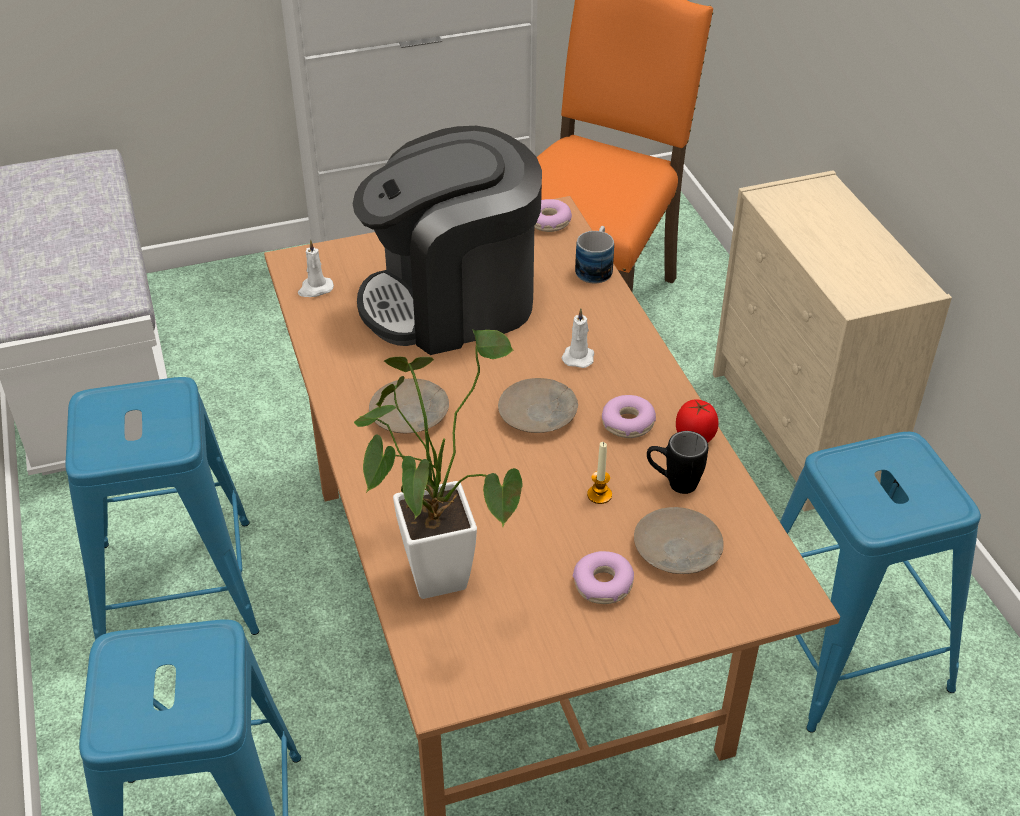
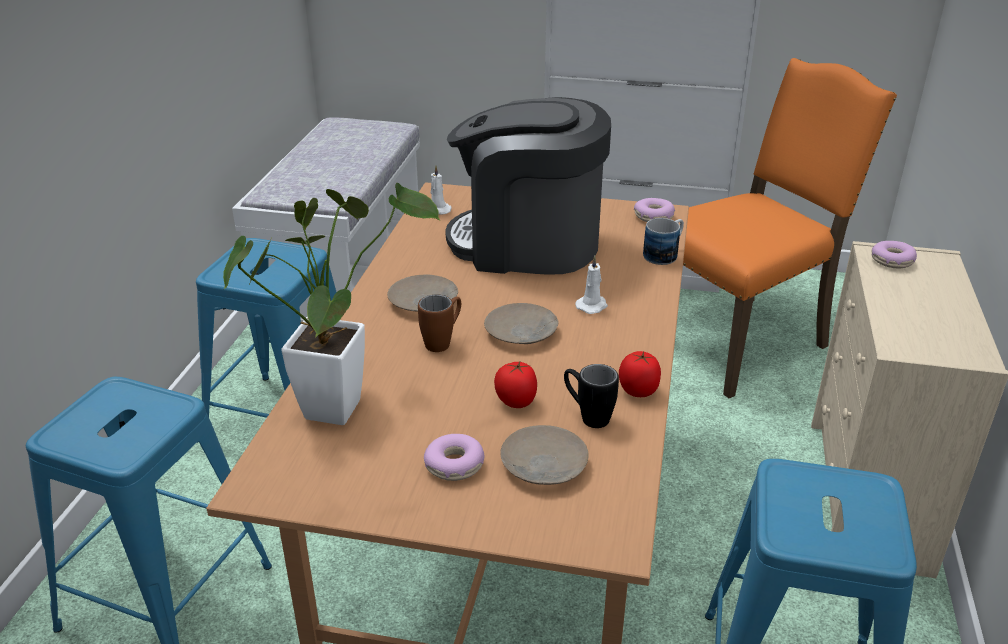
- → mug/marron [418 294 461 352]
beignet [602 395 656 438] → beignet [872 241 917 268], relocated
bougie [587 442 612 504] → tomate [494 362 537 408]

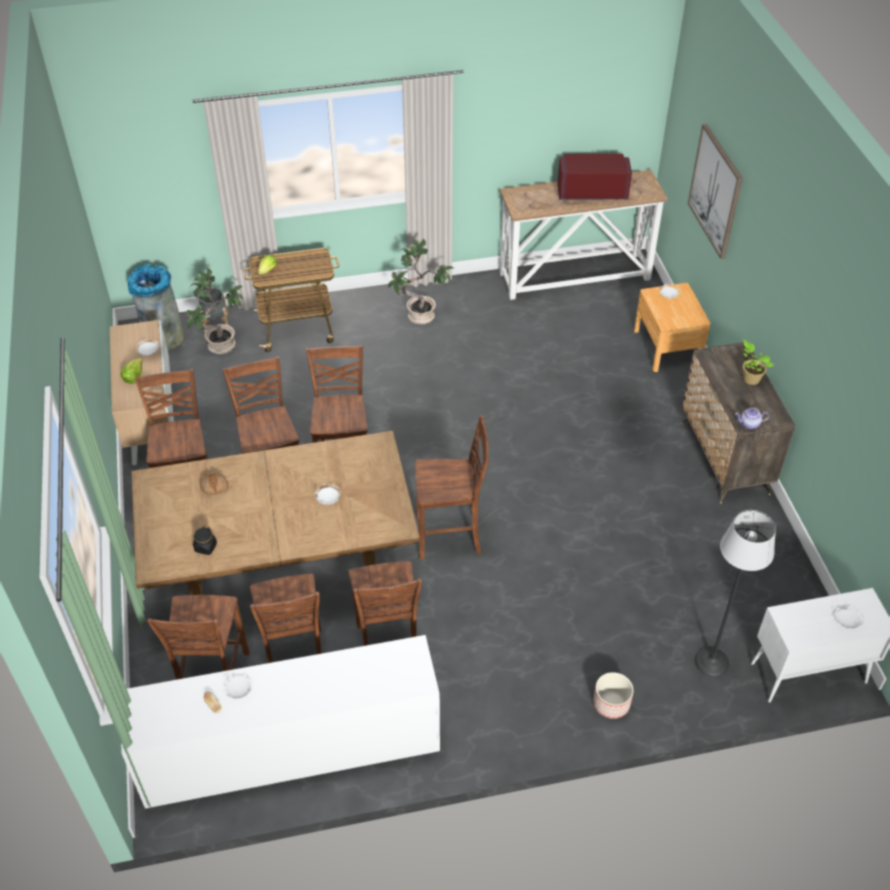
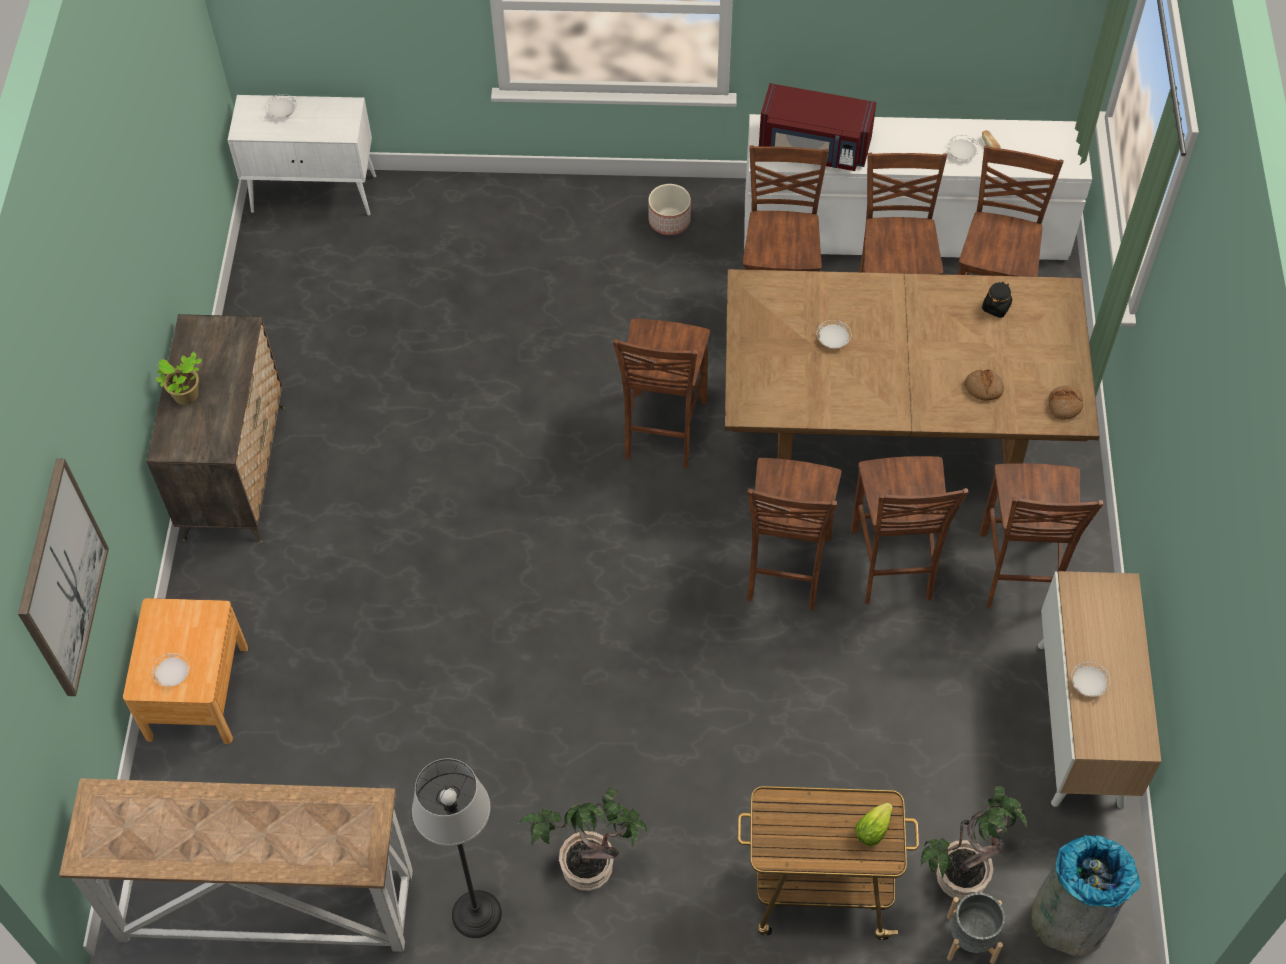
laitue [120 358 142 384] → -
théière [735 408 769 429] → -
- → pain [1048 385 1083 420]
micro-ondes/rouge [557 154 632 200] → micro-ondes/rouge [759 83 876 171], relocated
cache-pot [593 672 634 719] → cache-pot [648 184 691 235], relocated
lampadaire [695 510 776 677] → lampadaire [412 758 502 938], relocated
chaise/marron [415 416 489 560] → chaise/marron [613 319 710 468], 90 degrees counterclockwise

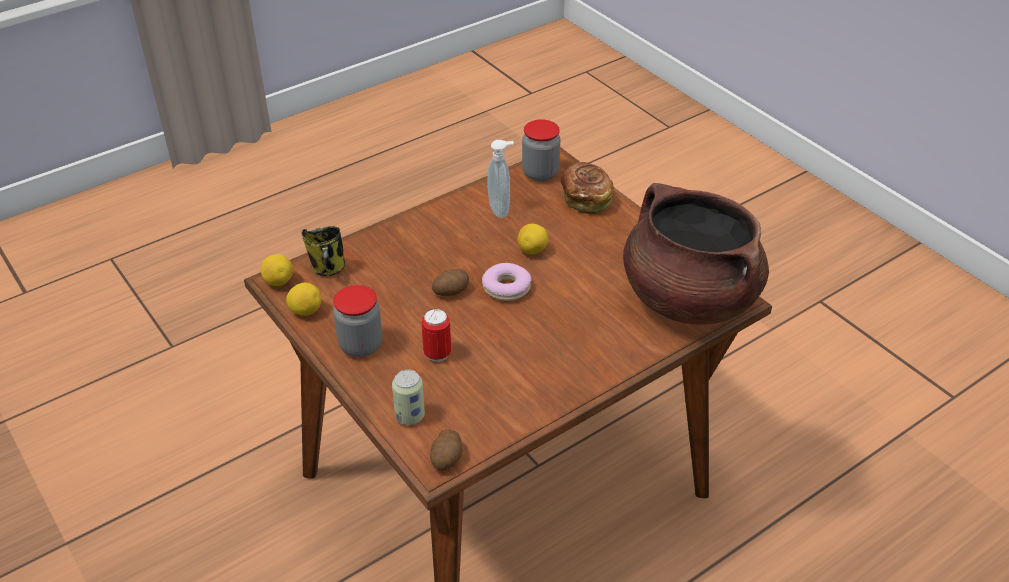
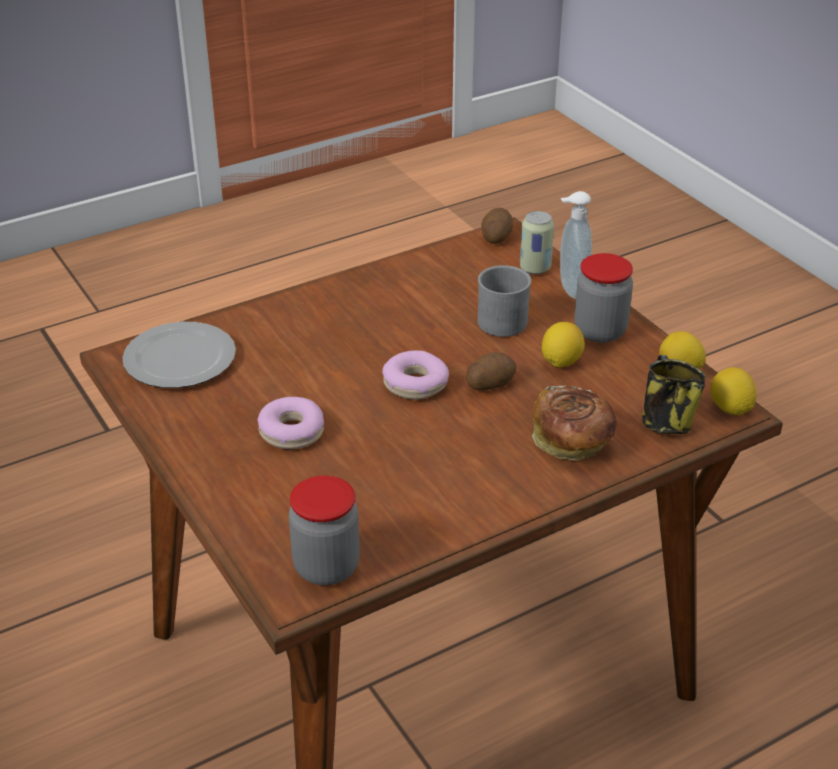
- → beignet [258 397 324 449]
distributeur de savon [487 140 514 218] → distributeur de savon [560 191 592 299], relocated
citron [517 224 548 254] → citron [542 322 585 368], relocated
pain [560 162 614 214] → pain [532 385 617 461], relocated
boîte métallique [421 308 451 362] → mug/gris [478 265 531 337]
marmite/marron [623 183 769 325] → assiette [122 322 236 388]

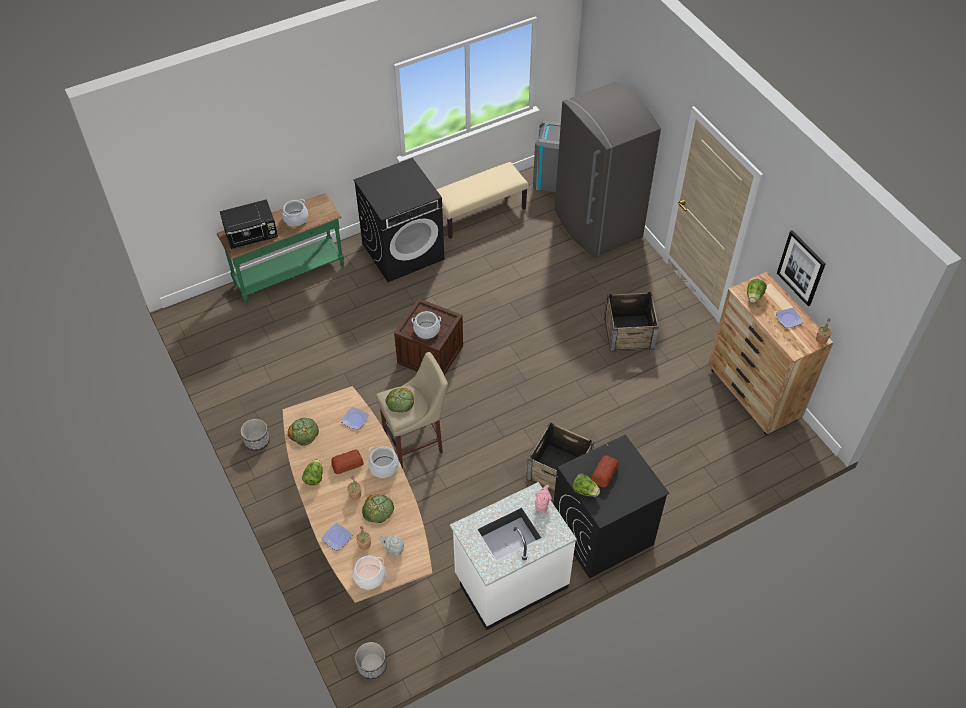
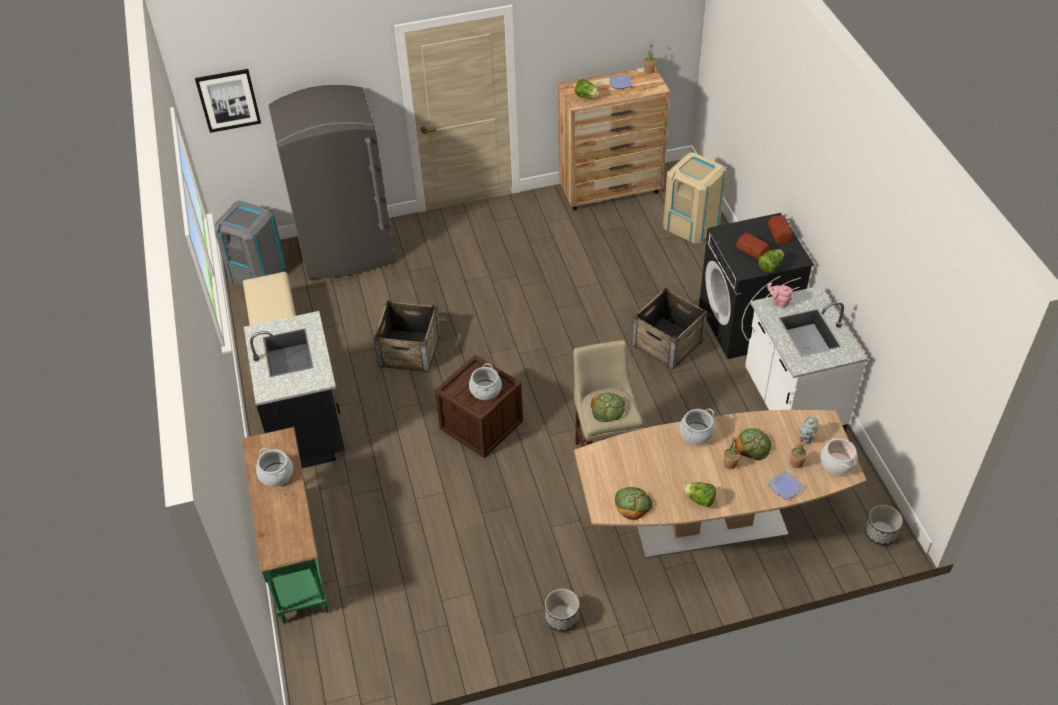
micro-ondes/noir [220 199 278 249] → -
assiette [341 407 369 430] → -
- → poubelle/beige [663 152 726 244]
pain [331 450 364 474] → pain [768 215 793 244], relocated
caisse [604 292 659 352] → caisse [373 300 440 372], relocated
tableau [777 230 826 306] → tableau [195 69 261 133], relocated
lave-linge/noir [354 158 444 282] → comptoir de cuisine/noir [244 311 345 468]

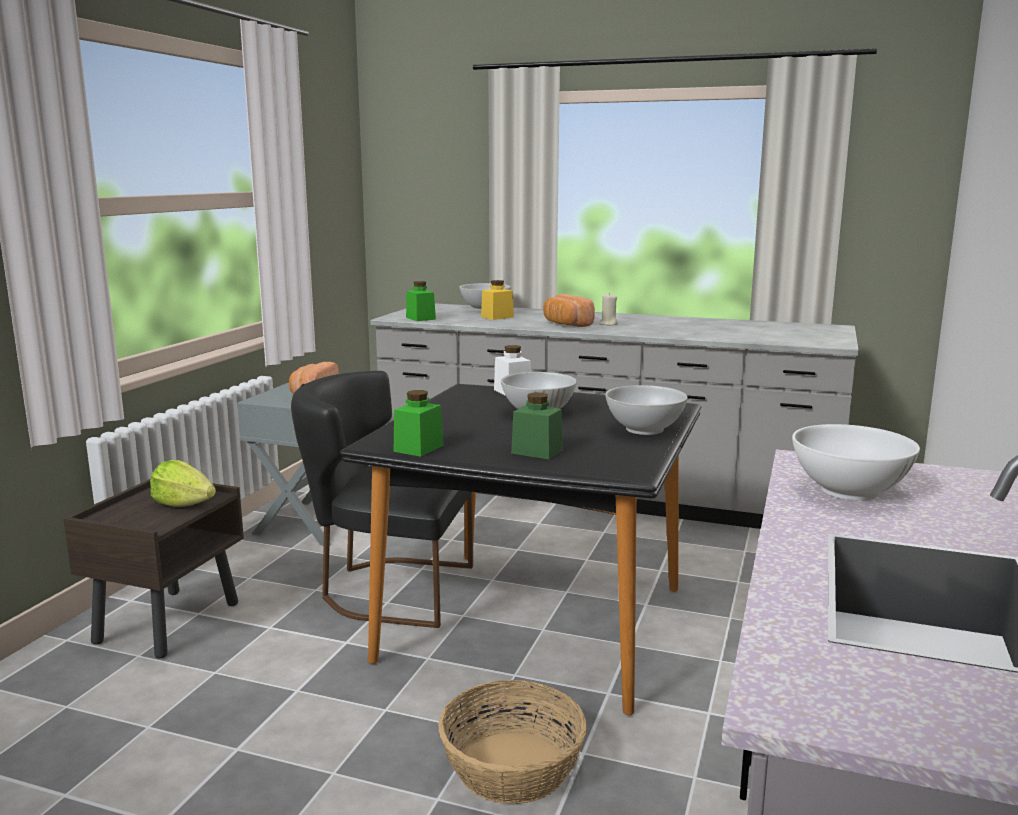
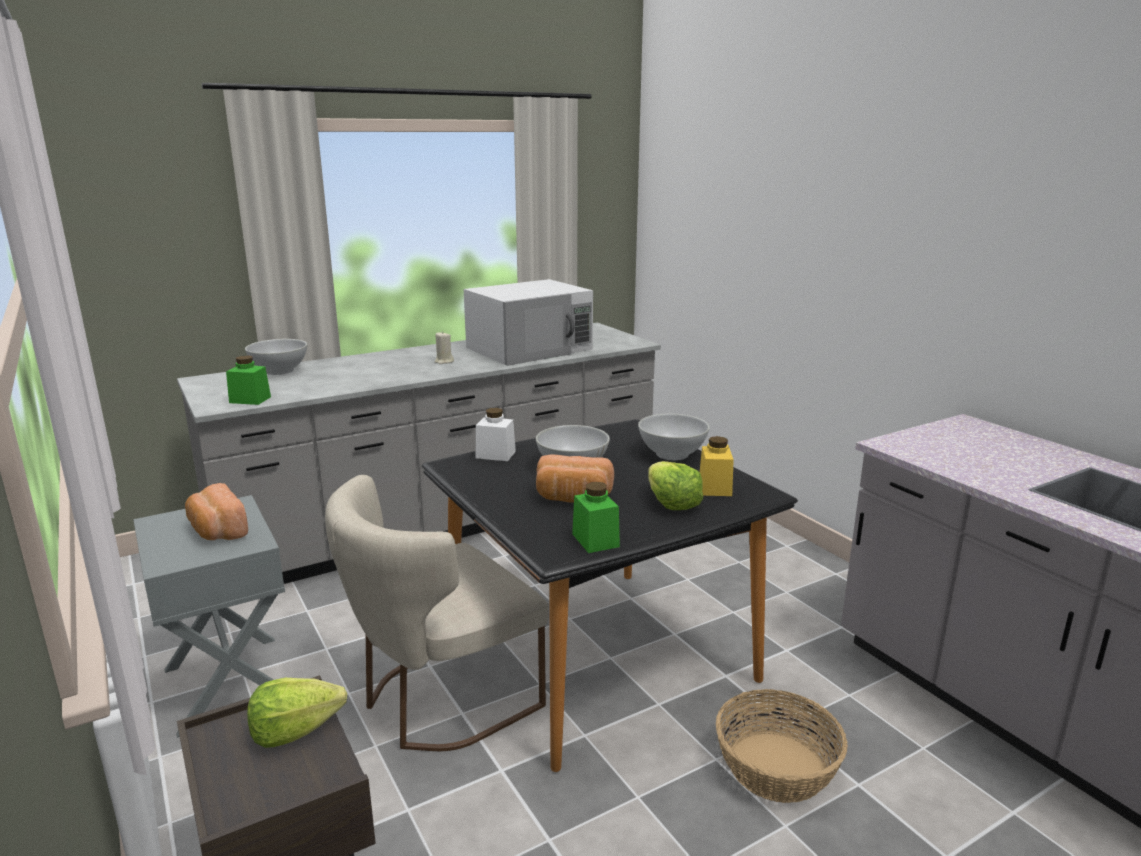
bol/blanc [792 424 920 501] → -
- → micro-ondes/blanc [464 279 593 366]
bocal/jaune [481 280 514 320] → bocal/jaune [700 436 734 496], relocated
pain [543 294 595 327] → pain [536 454 614 503], relocated
bocal/vert [511 393 563 459] → laitue [648 461 703 510]
chaise/noir [291 371 473 628] → chaise/beige [325 475 548 751]

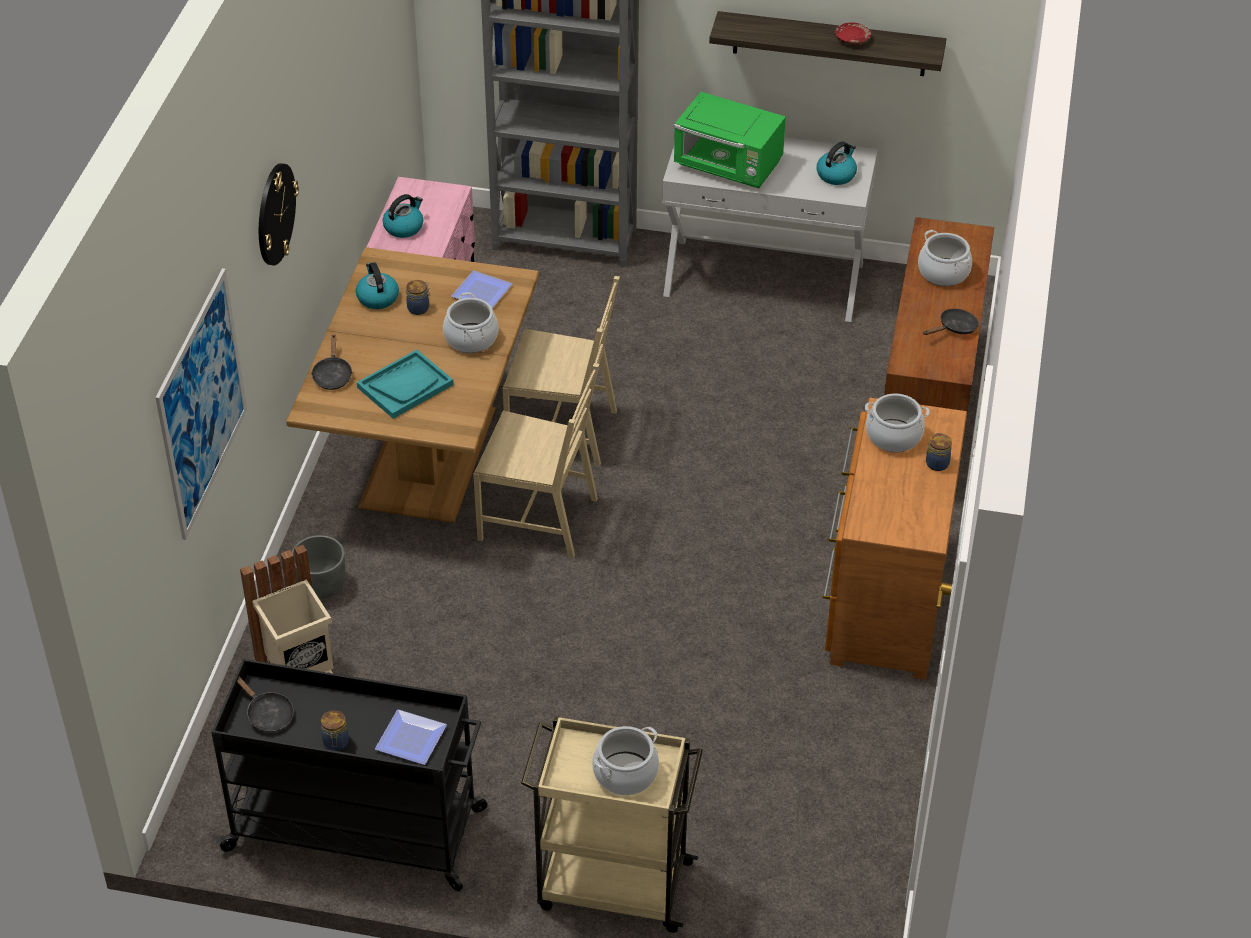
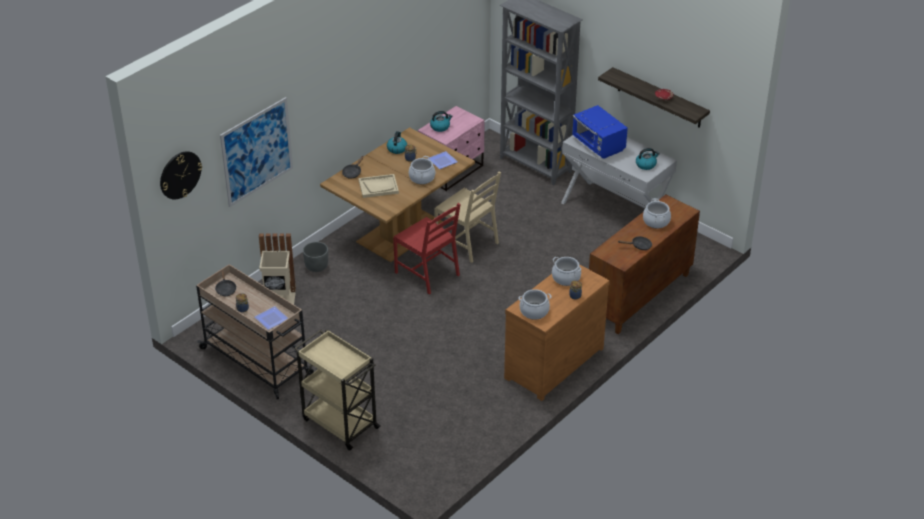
horloge murale [259 163 299 266] → horloge murale [160 151 202 199], relocated
marmite [592 726 659 795] → marmite [519 289 551 320], relocated
chariot/noir [211 659 487 891] → chariot/beige [196 264 314 399]
plateau/turquoise [357 350 454 419] → plateau/beige [359 174 399 198]
chaise/beige [473 363 599 558] → chaise/rouge [393 203 461 295]
micro-ondes/vert [674 92 786 188] → micro-ondes/bleu [572 105 628 159]

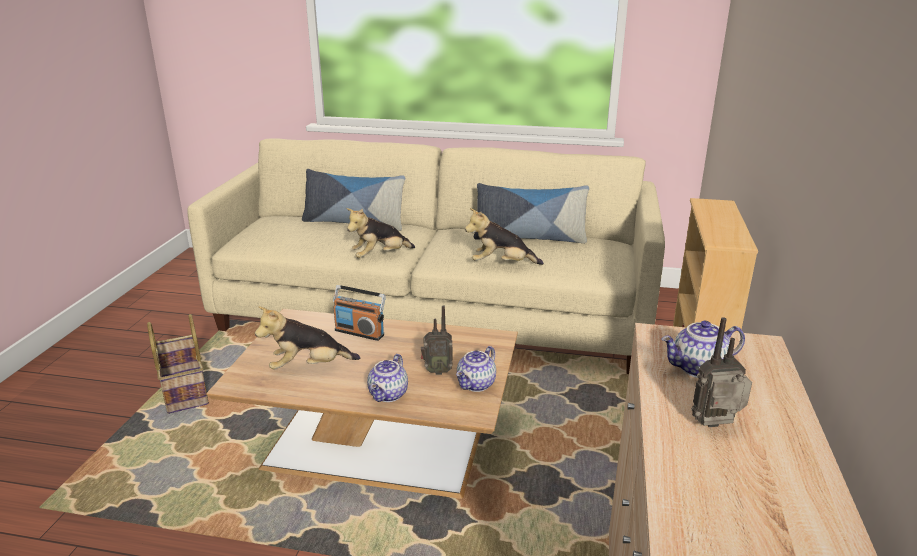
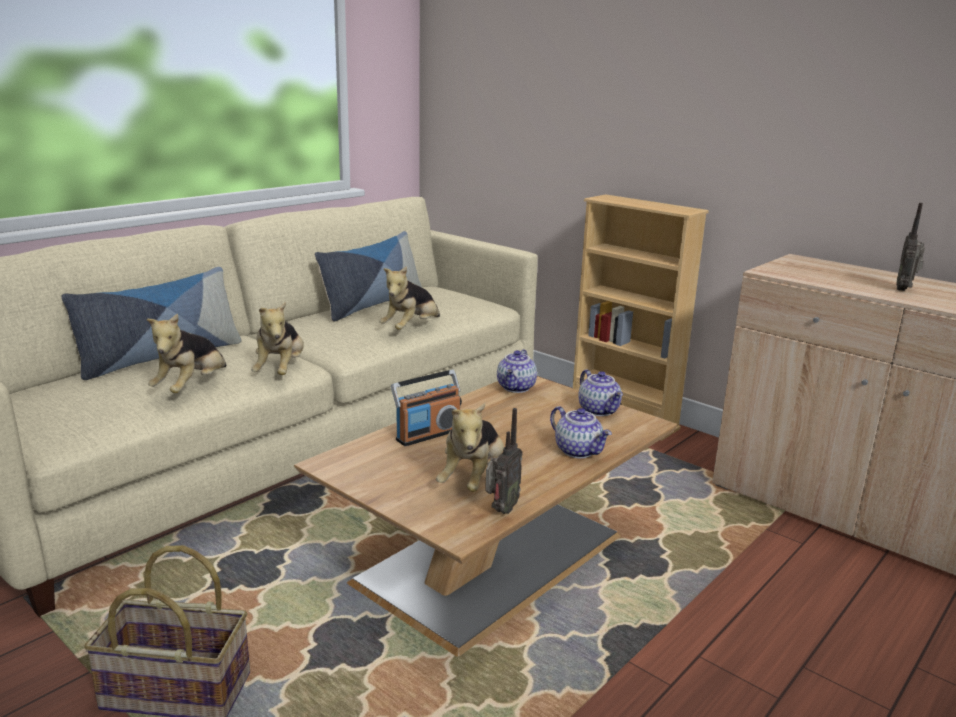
- → peluche [146 314 227 393]
radio [421 305 453 375] → radio [485 408 522 514], relocated
théière [661 321 745 378] → théière [497 349 537 393], relocated

